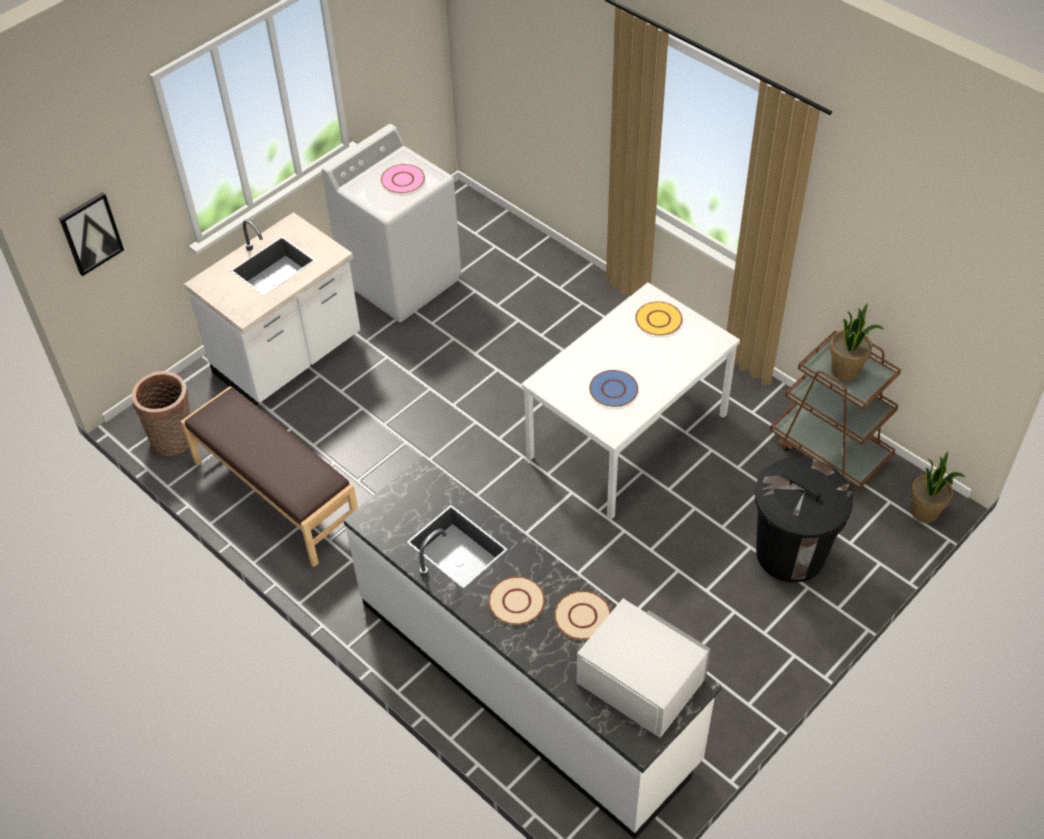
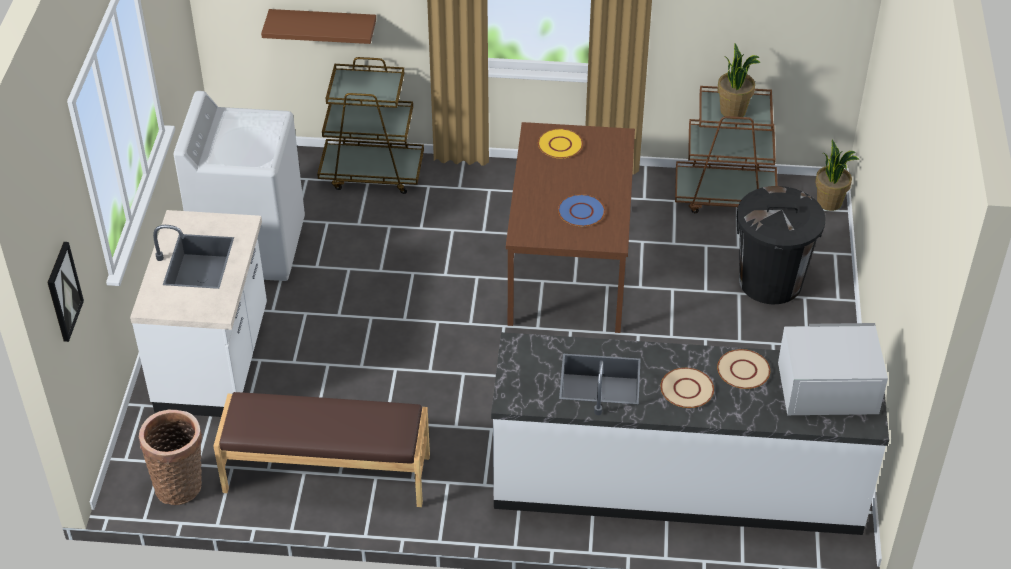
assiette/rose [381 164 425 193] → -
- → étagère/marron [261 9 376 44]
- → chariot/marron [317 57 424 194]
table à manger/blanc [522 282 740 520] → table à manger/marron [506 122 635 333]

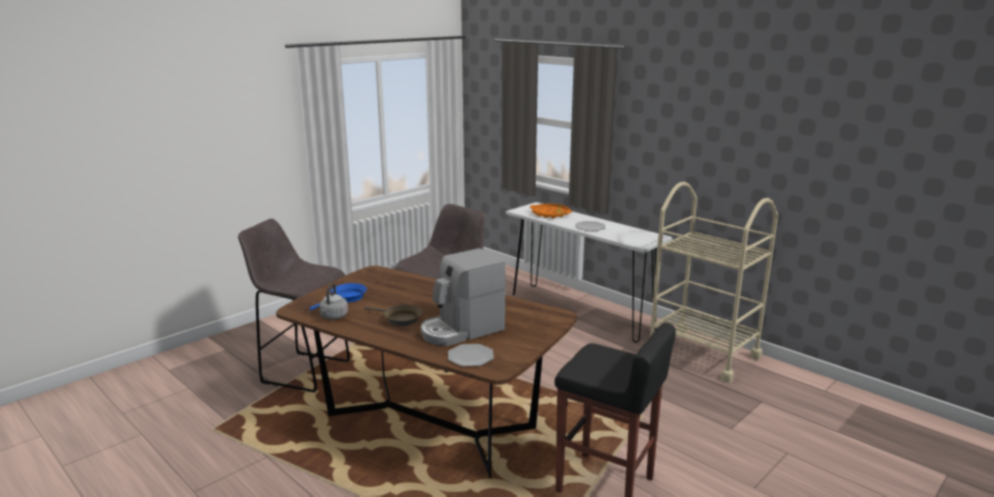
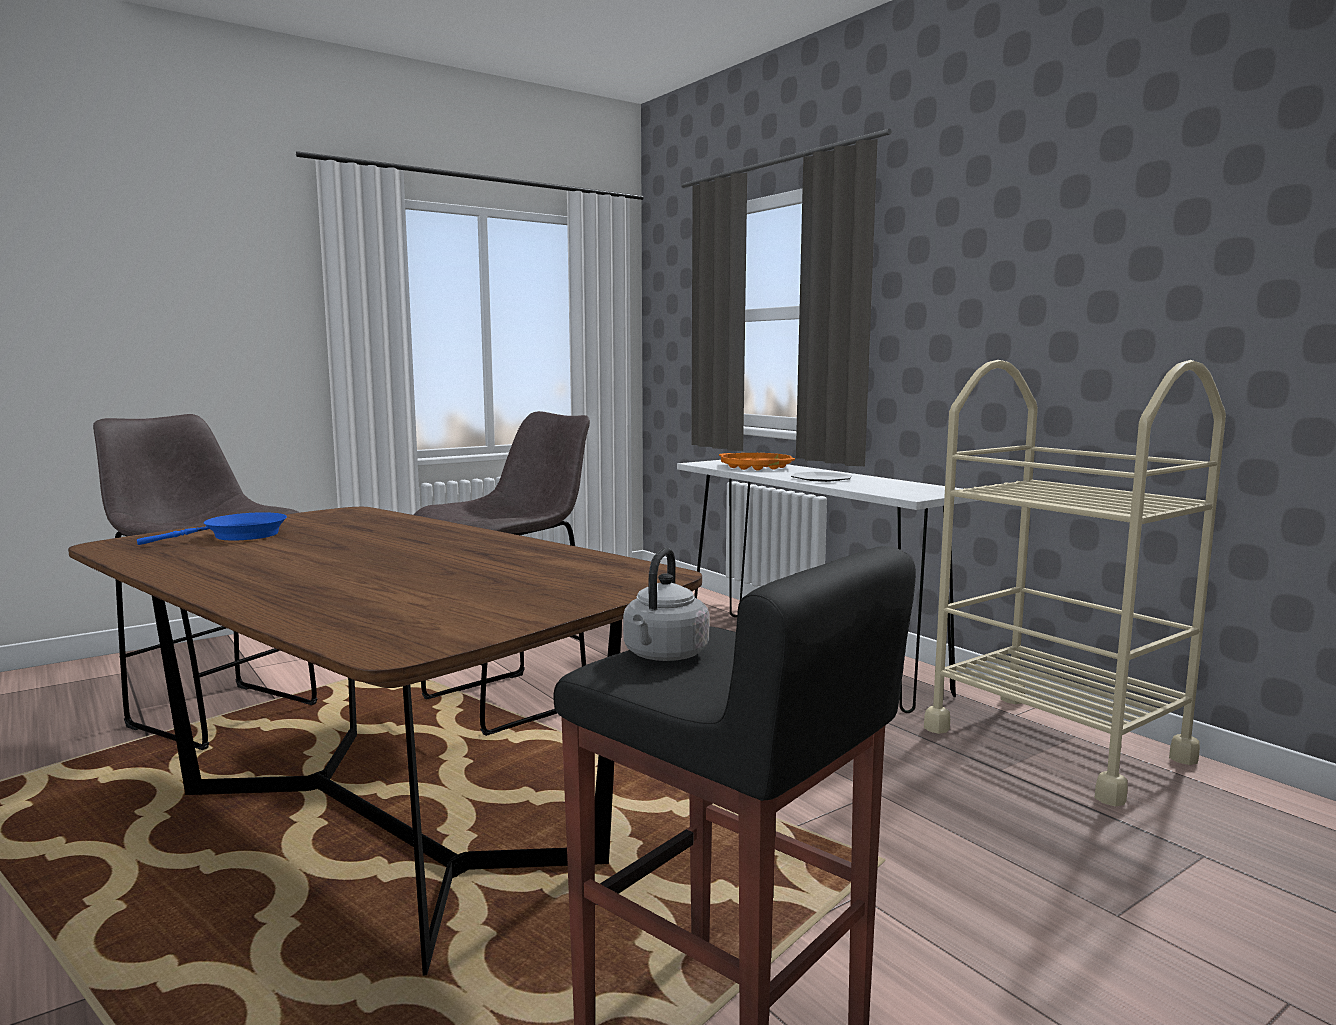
poêle/marron [365 305 422 326] → -
machine à café [421 248 506 346] → -
assiette [448 344 494 367] → -
bouilloire/gris [319 283 348 319] → bouilloire/gris [623 548 710 661], relocated

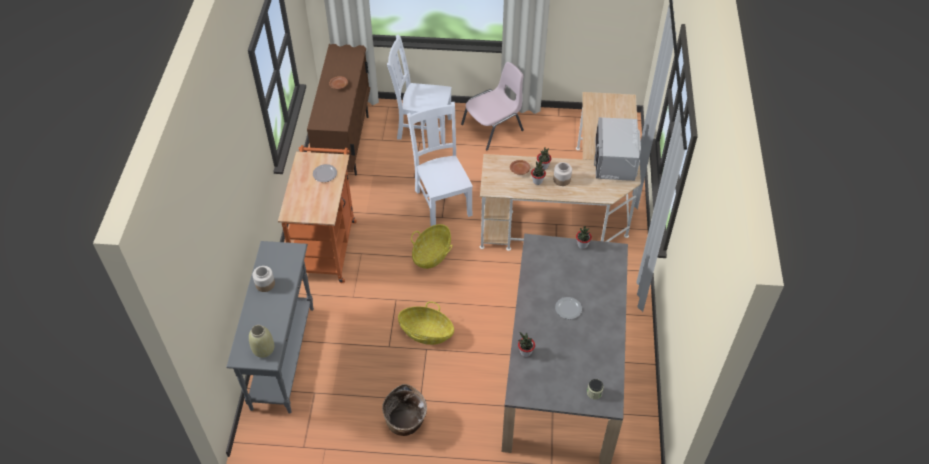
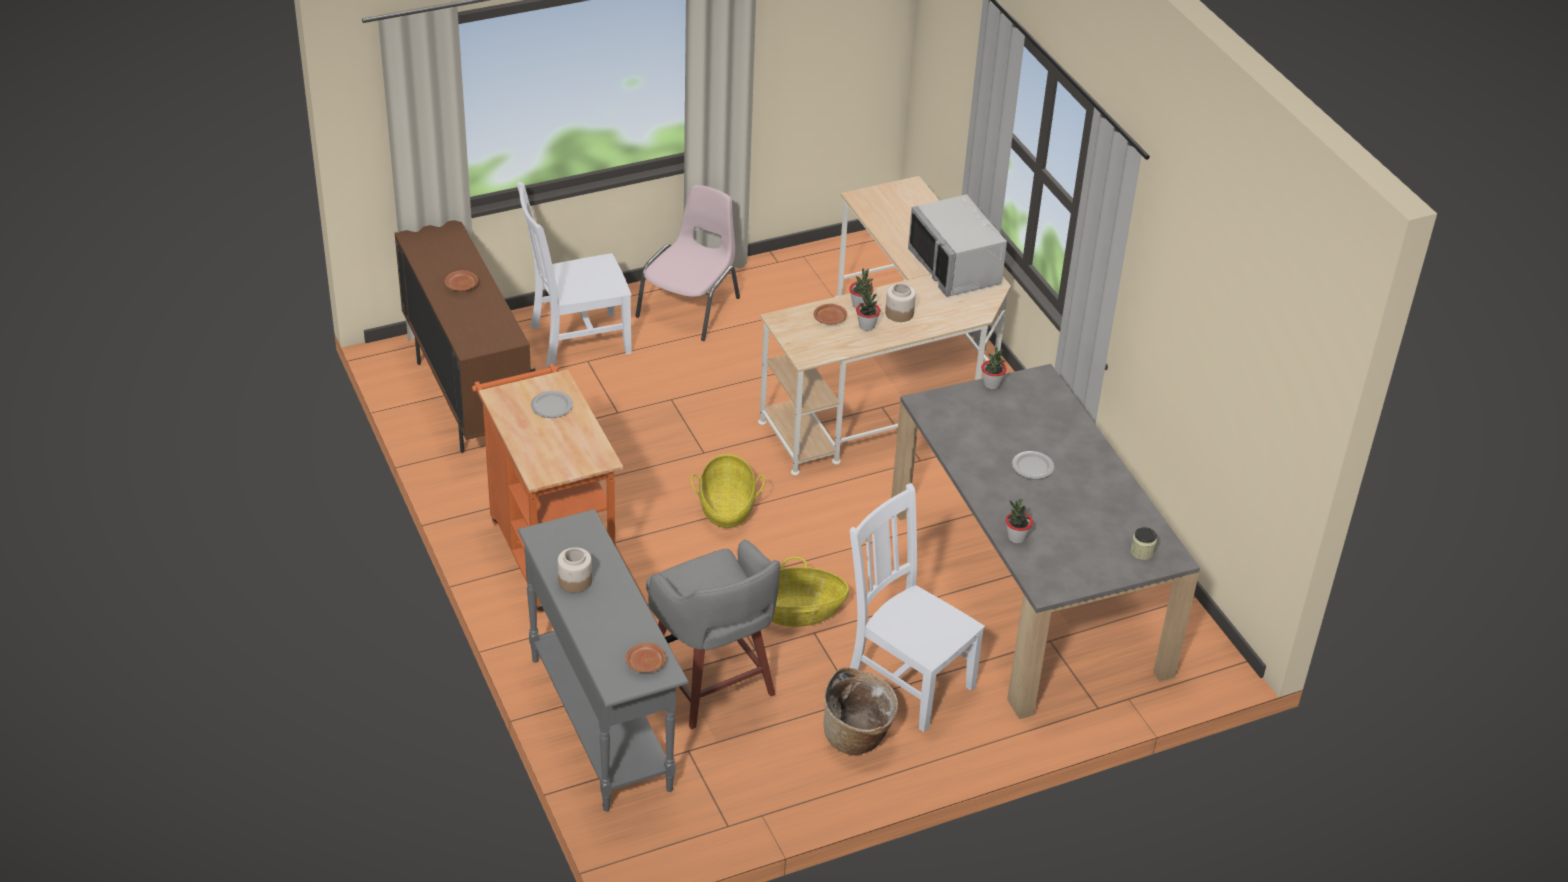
- → tabouret/gris [646 539 780 729]
chaise/blanc [407 102 473 226] → chaise/blanc [850 483 985 732], relocated
vase/beige [249 325 274 358] → assiette/marron [626 643 666 673]

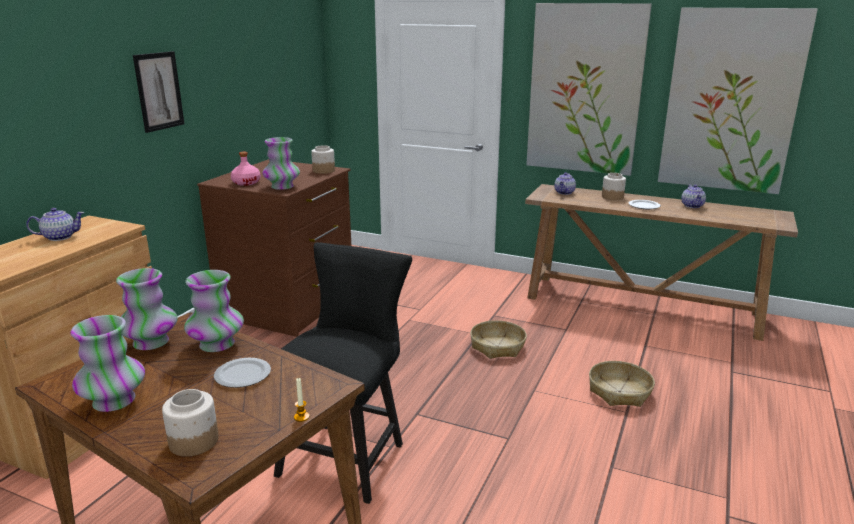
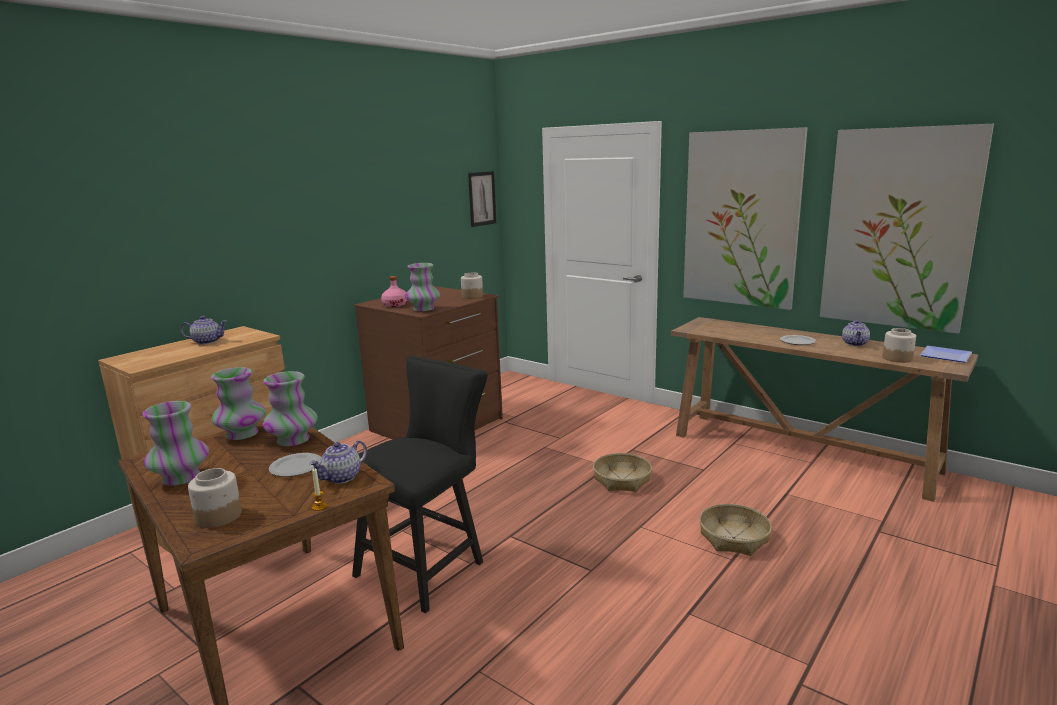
- → assiette [920 346 972 362]
tableau [133 51 184 133] → tableau [468 171 496 227], relocated
théière [554 172 576 195] → théière [309 440 367 484], relocated
bocal [602 173 626 200] → bocal [882 328 916 363], relocated

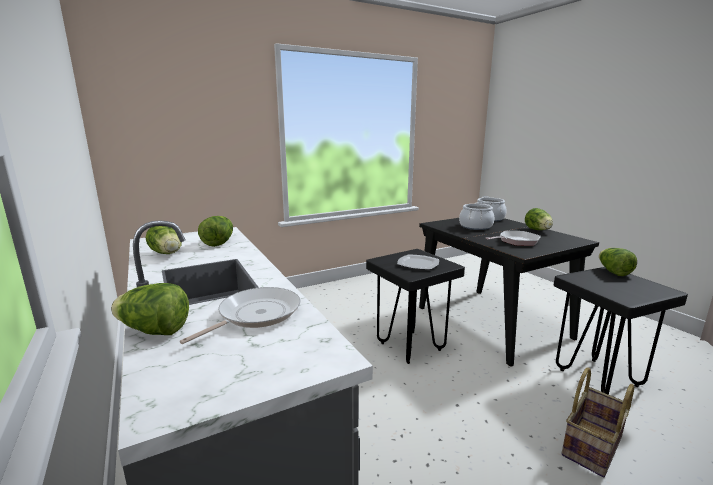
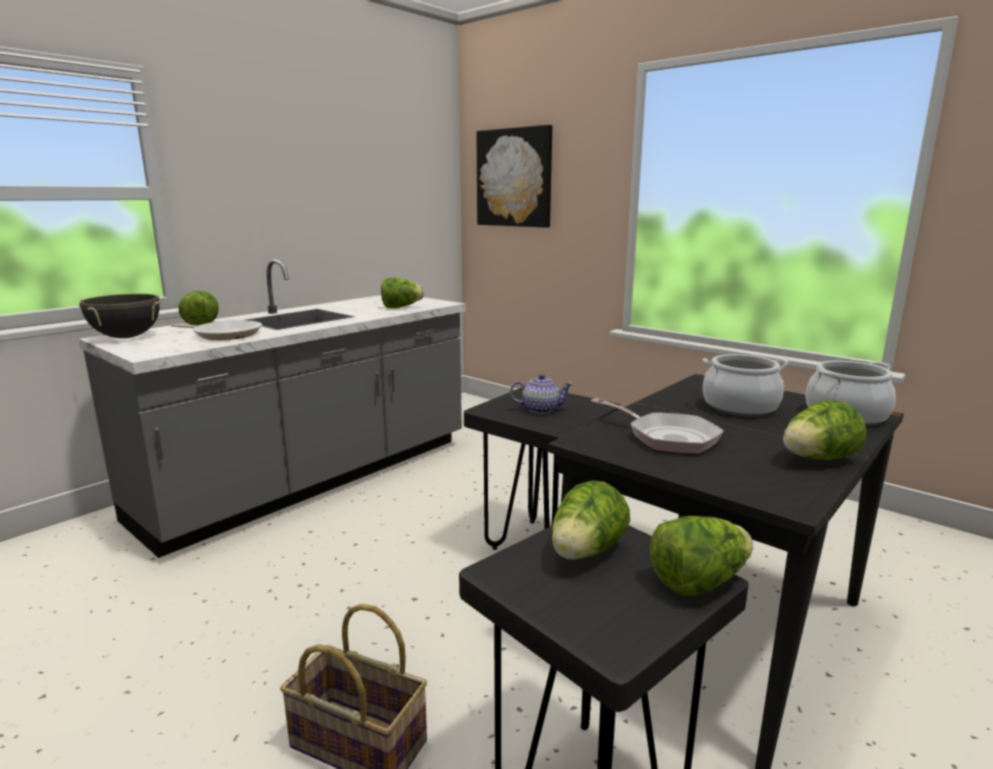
- → marmite/noir [79 294 161 338]
- → tableau [476 125 552 228]
laitue [146 226 182 254] → laitue [552 480 630 560], relocated
assiette [397 254 439 270] → théière [510 374 573 414]

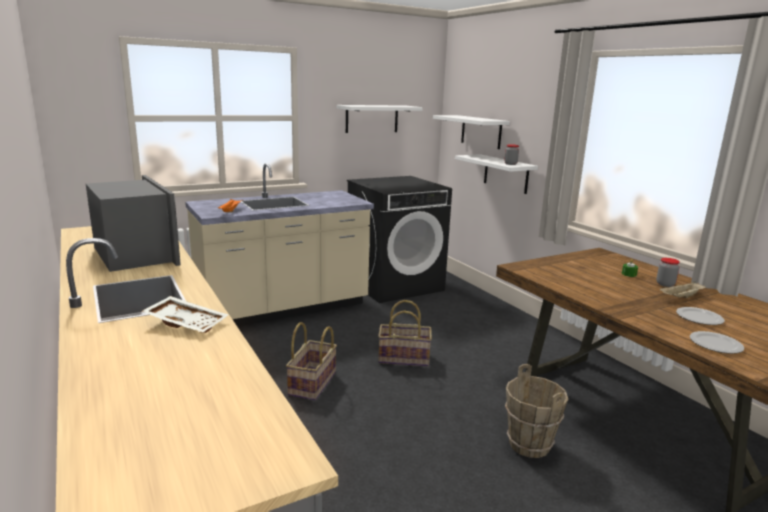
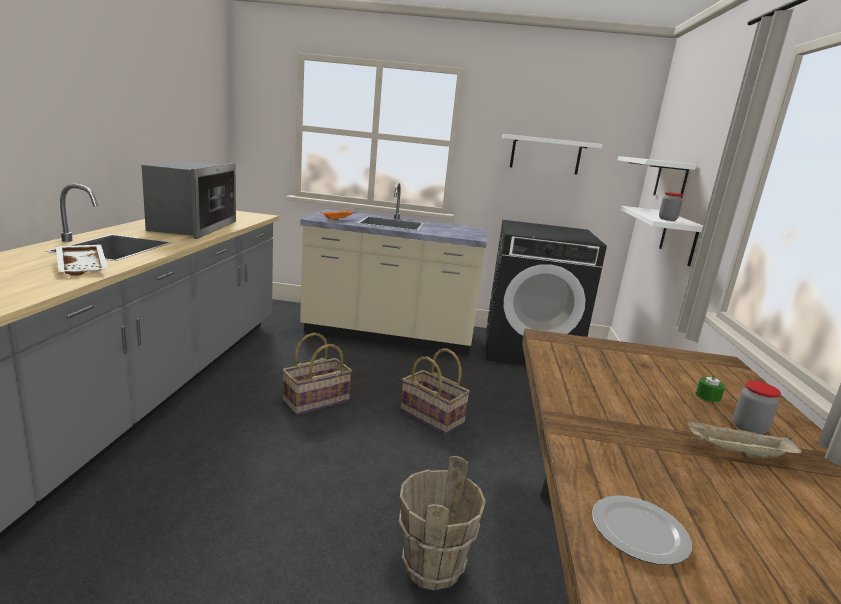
assiette [676 307 725 325] → -

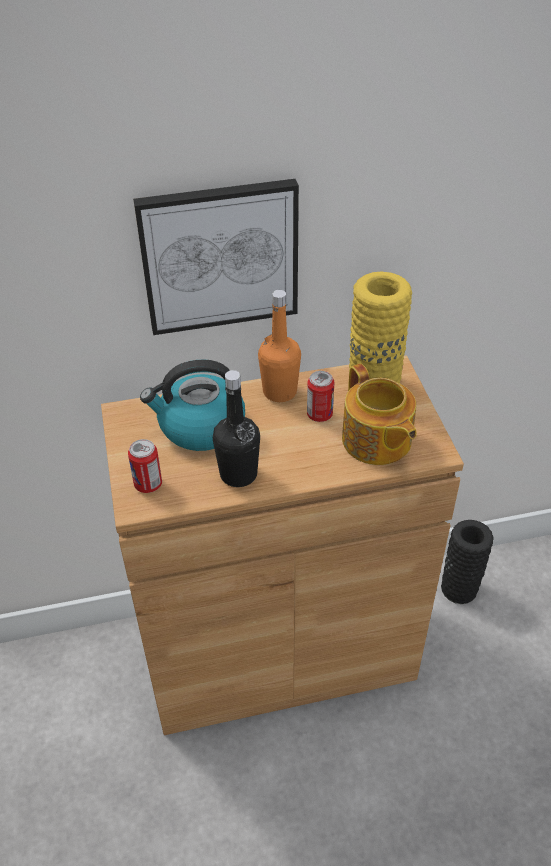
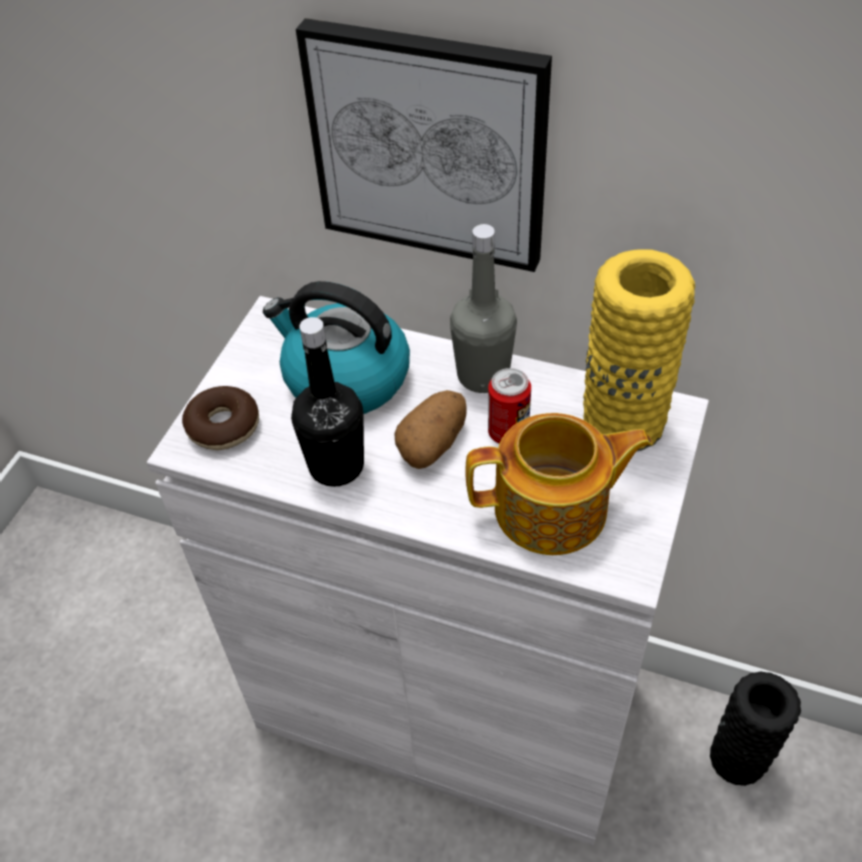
- → pomme de terre [394 390 467 469]
boîte métallique [128 439 162 493] → beignet [182 386 259 450]
meuble de rangement/marron [101 355 464 735] → meuble de rangement/blanc [147 296 709 846]
bouteille/orange [258 290 301 402] → bouteille/gris [450 224 517 393]
théière [342 363 417 465] → théière [465 413 653 555], 105 degrees counterclockwise

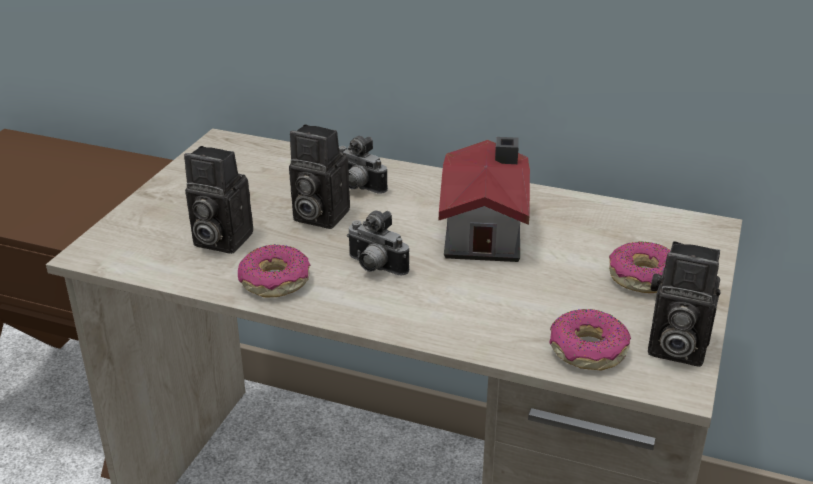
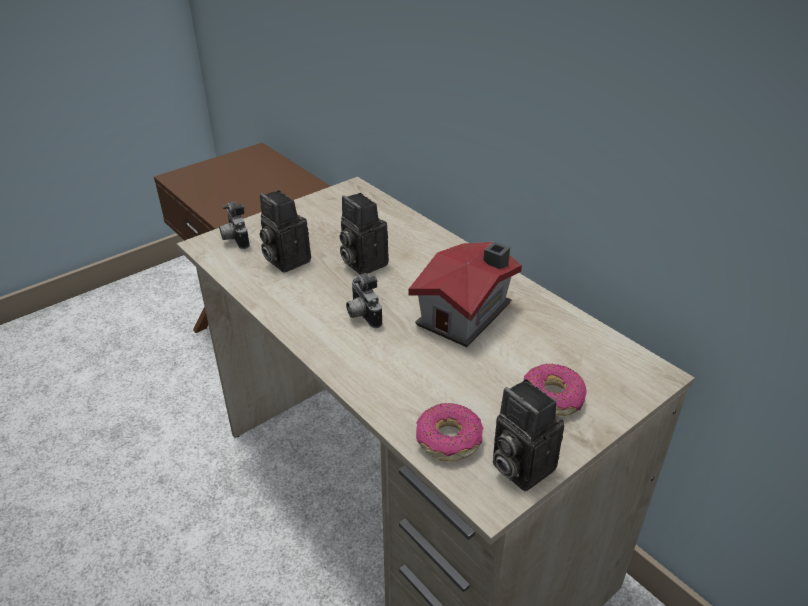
beignet [238 244 310 297] → -
appareil photo [339 136 388 194] → appareil photo [219 201 250 249], relocated

